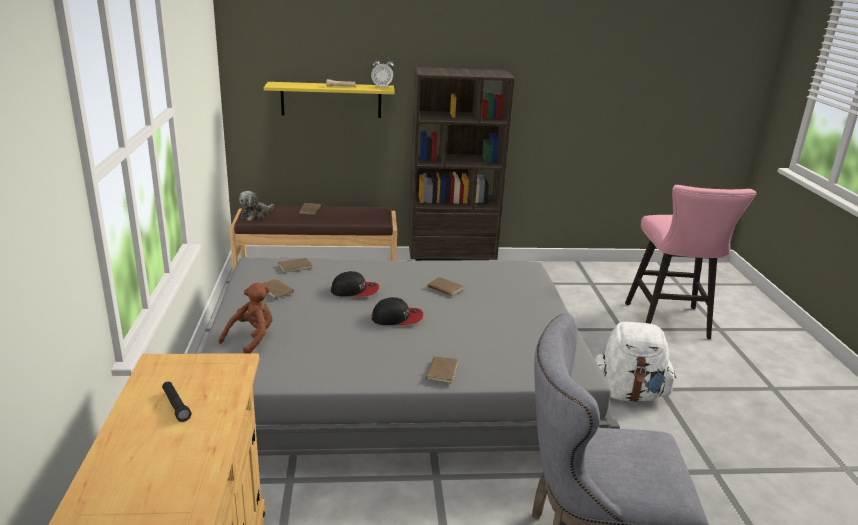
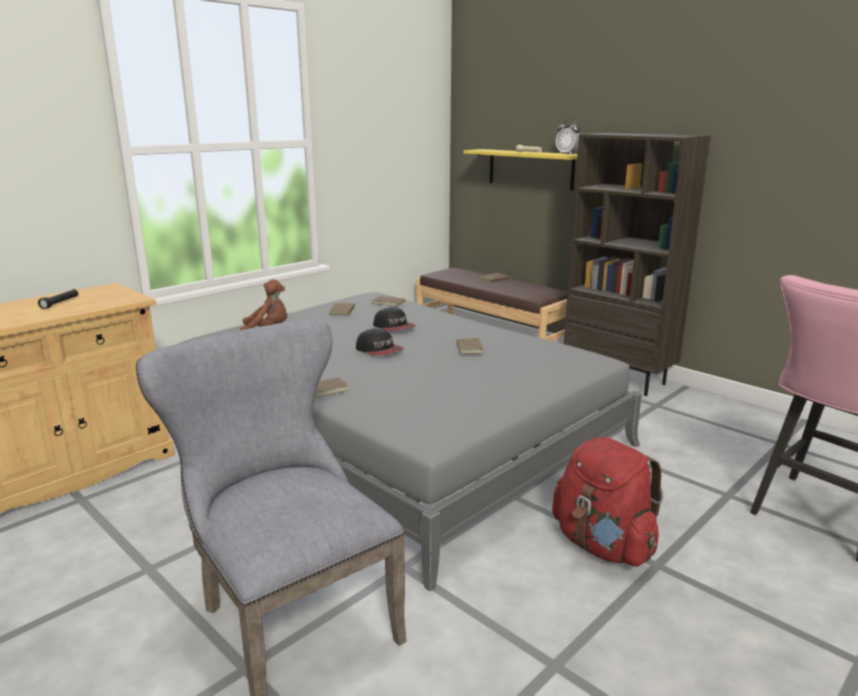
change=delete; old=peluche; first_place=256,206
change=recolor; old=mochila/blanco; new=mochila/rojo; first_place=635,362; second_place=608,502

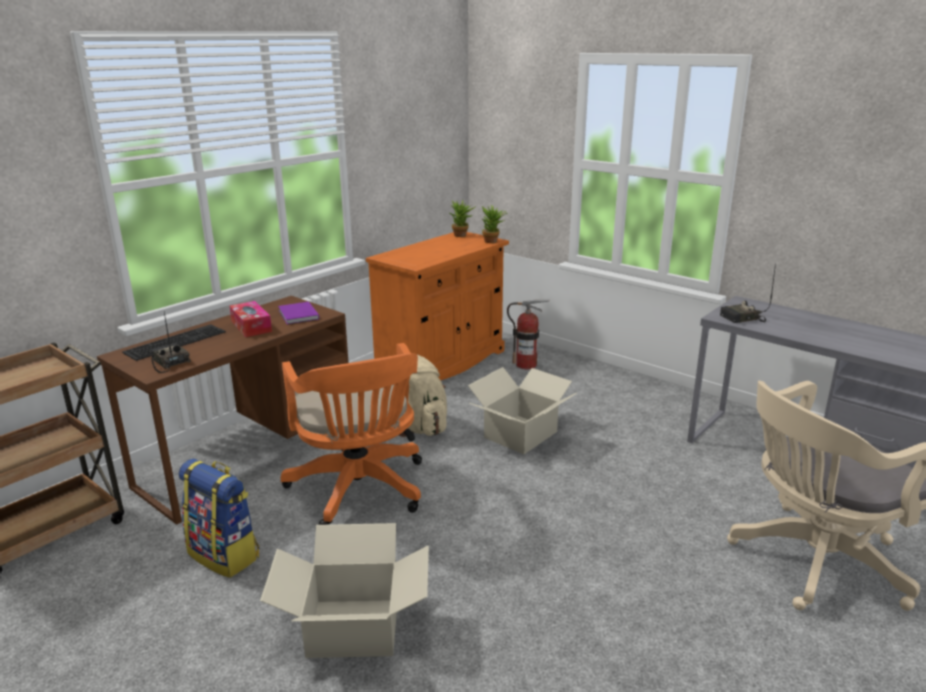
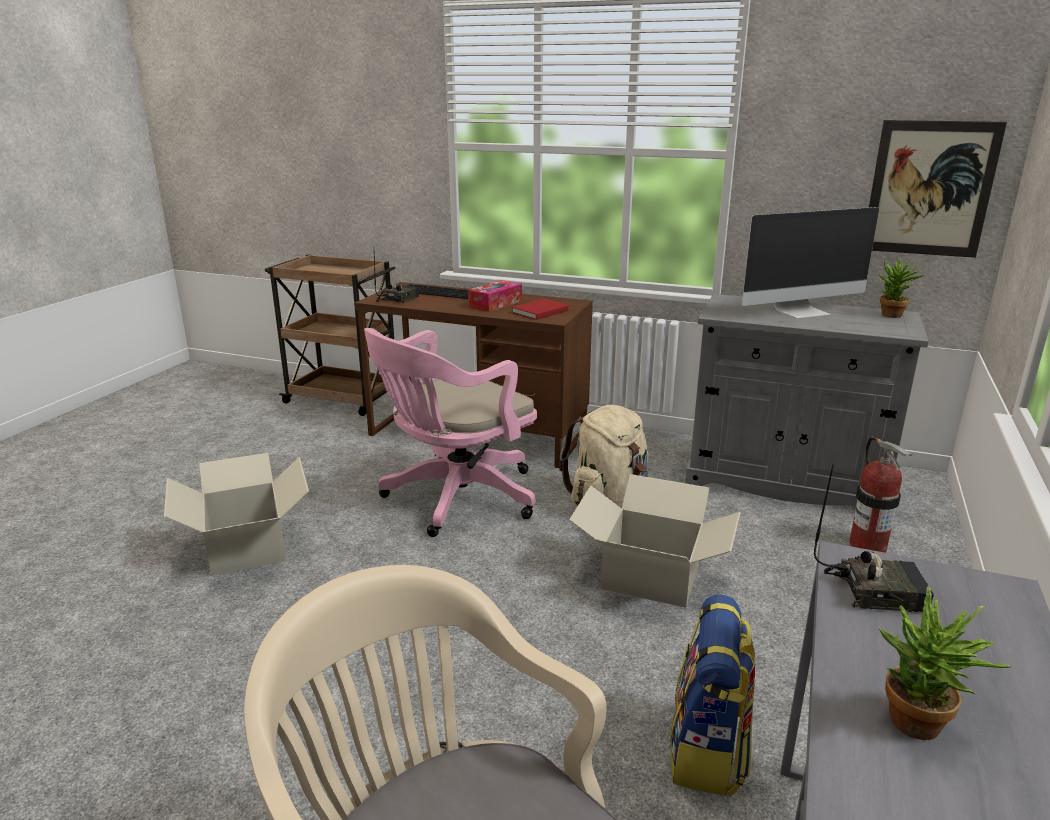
change=insert; new=monitor; second_place=810,263
change=insert; new=cuadro; second_place=938,189
change=move; old=mochila; first_place=219,518; second_place=712,695
change=move; old=planta en maceta; first_place=494,224; second_place=944,663
change=recolor; old=libro/morado; new=libro/rojo; first_place=298,313; second_place=540,309
change=recolor; old=silla de oficina/naranja; new=silla de oficina/rosa; first_place=351,434; second_place=450,432
change=recolor; old=armario/naranja; new=armario/gris; first_place=437,306; second_place=806,400
change=rotate; old=radio; first_place=748,293; second_place=874,538; degrees=135

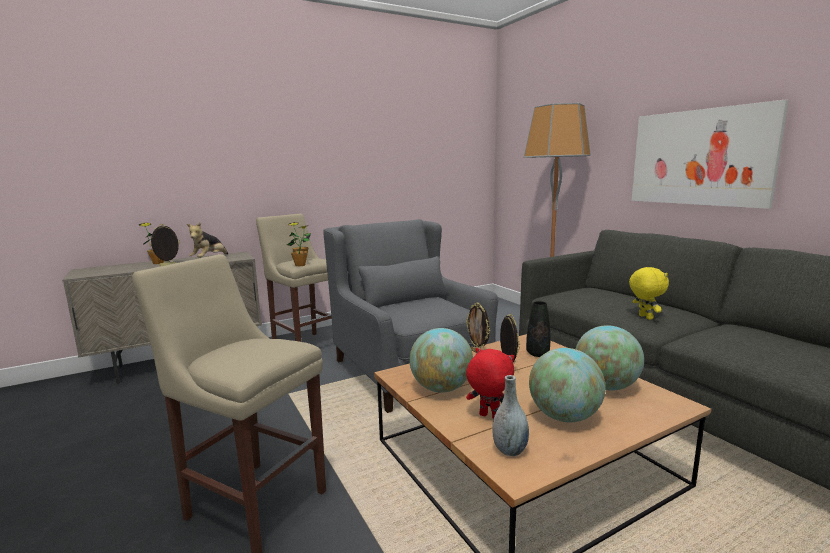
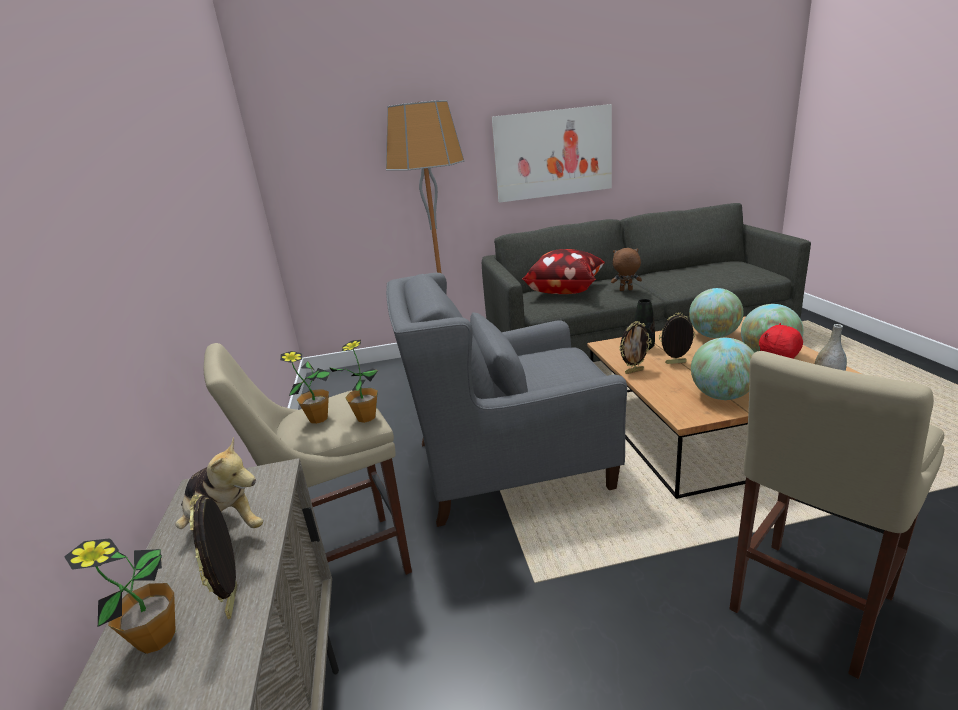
change=insert; new=cojín; second_place=563,271
change=recolor; old=peluche/amarillo; new=peluche/marrón; first_place=649,293; second_place=626,269

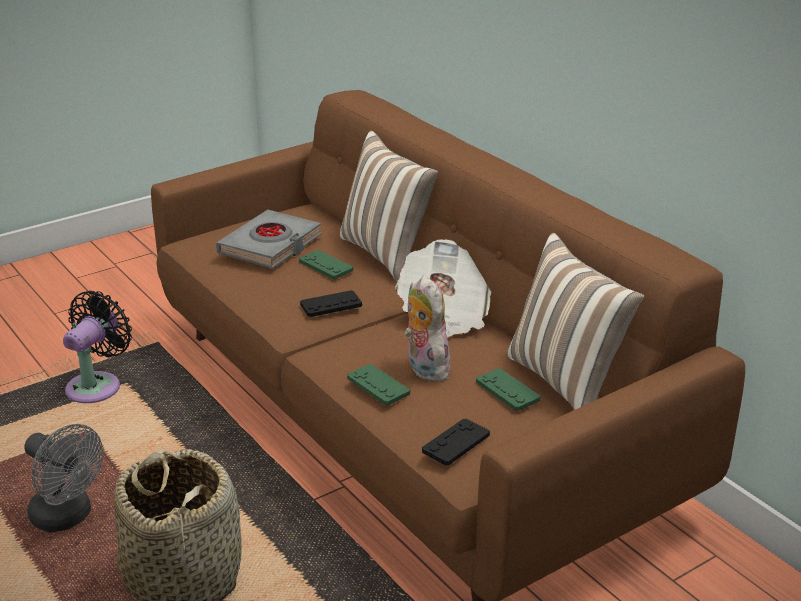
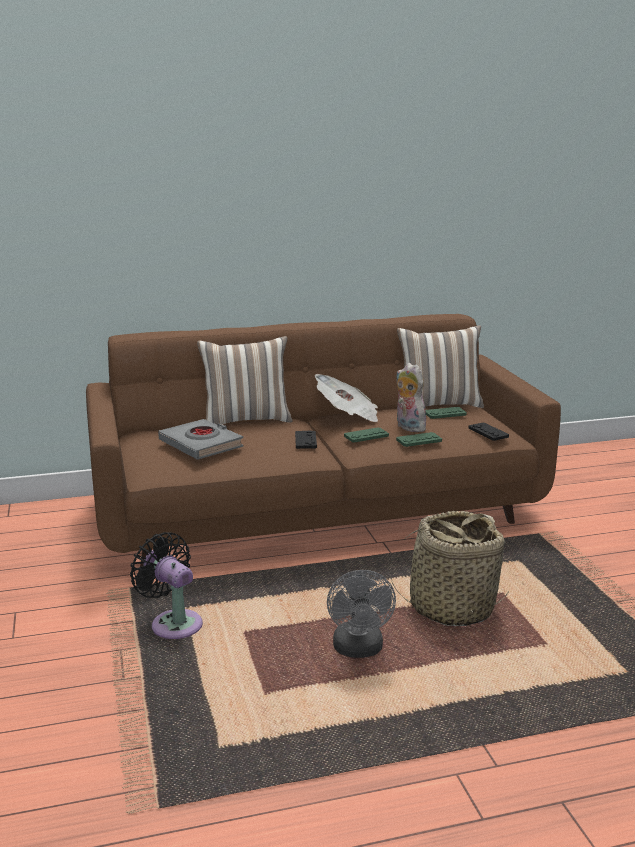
change=move; old=mando de consola/verde; first_place=326,264; second_place=366,434
change=rotate; old=ventilador/gris; first_place=63,478; second_place=361,614; degrees=120
change=rotate; old=peluche; first_place=427,328; second_place=411,397; degrees=60

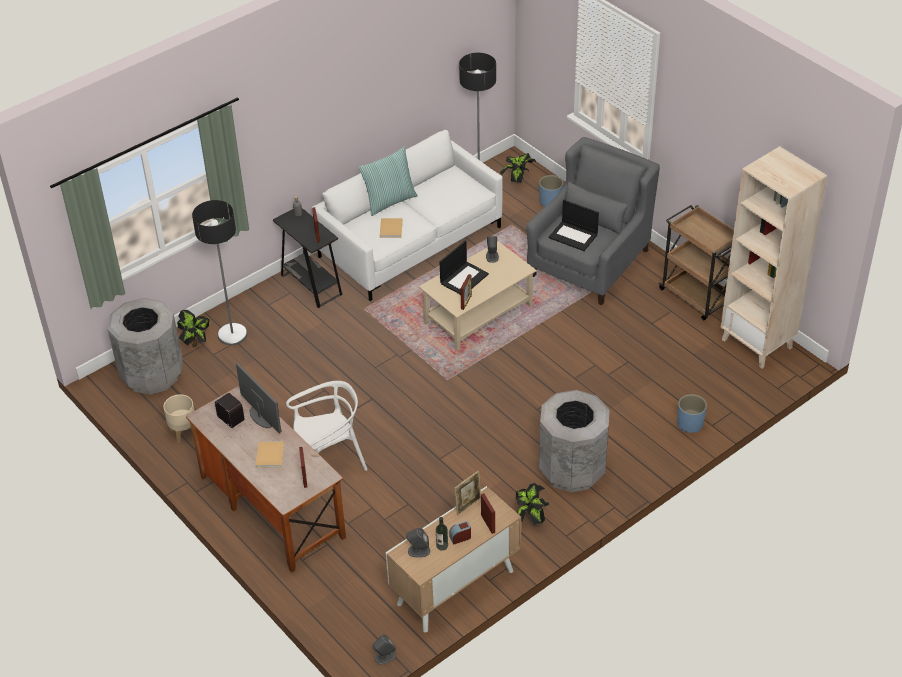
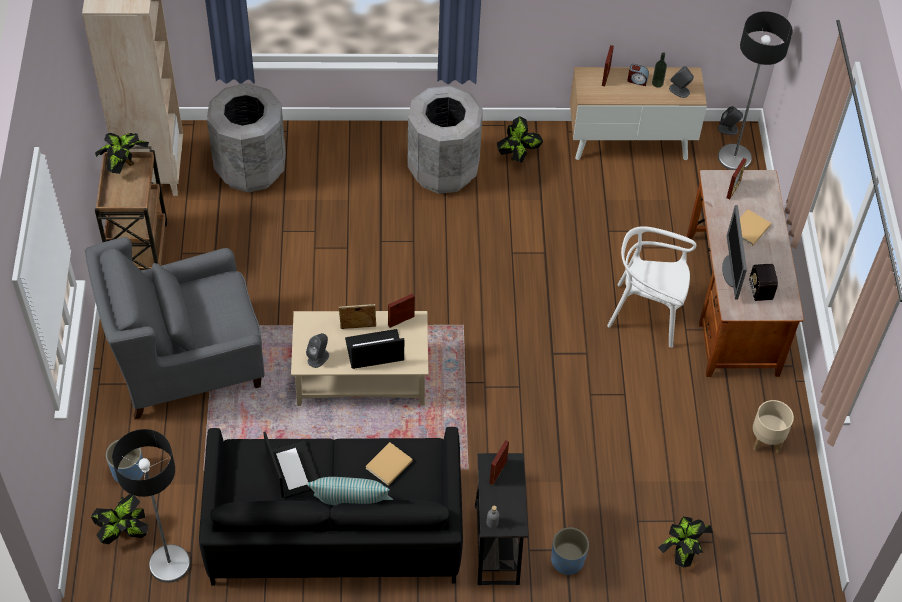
change=insert; new=planta en maceta; second_place=122,153
change=move; old=papelera/gris; first_place=145,346; second_place=246,138
change=move; old=lámpara de pie; first_place=219,272; second_place=755,90
change=move; old=portarretratos; first_place=467,493; second_place=357,316
change=move; old=portátil; first_place=574,225; second_place=291,465
change=move; old=maceta/azul; first_place=692,413; second_place=570,551
change=recolor; old=sofá/blanco; new=sofá/negro; first_place=407,215; second_place=331,506

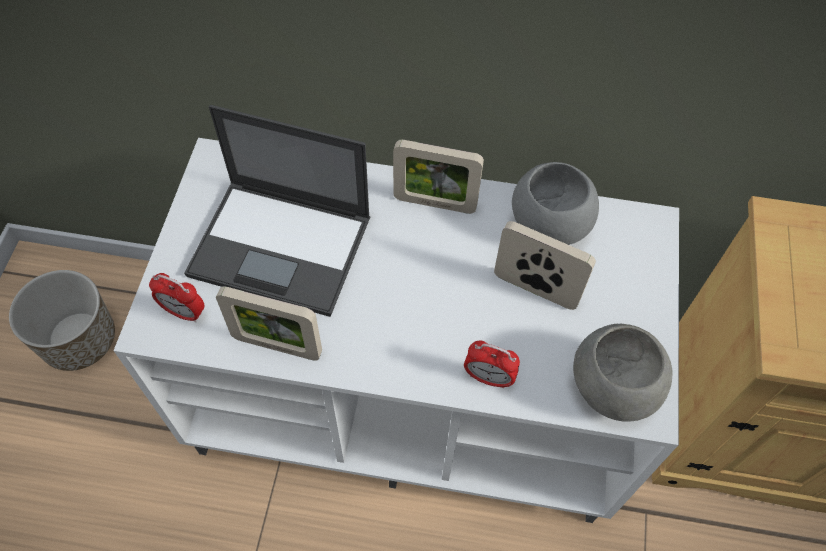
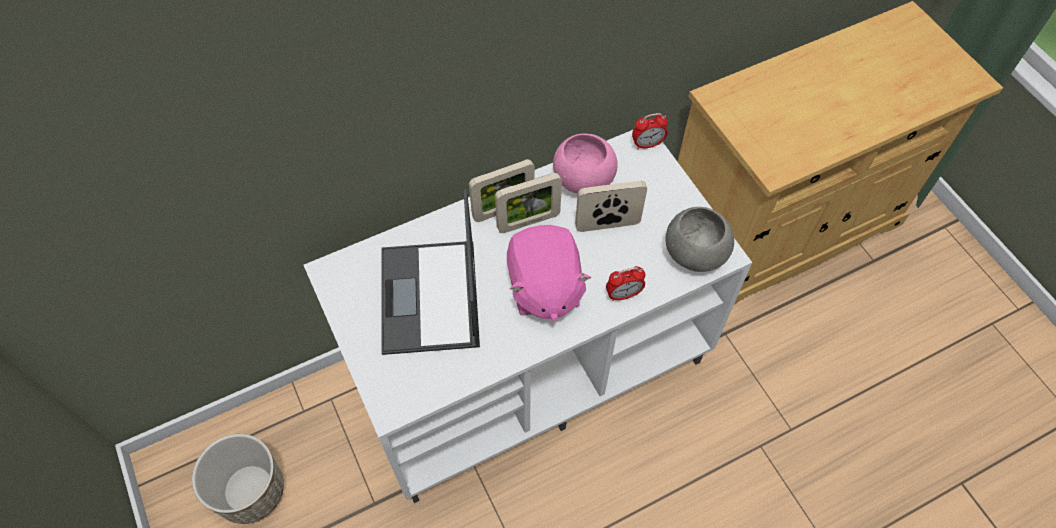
change=insert; new=peluche/rosa; second_place=549,273
change=move; old=despertador; first_place=176,297; second_place=650,131
change=move; old=portarretratos; first_place=269,323; second_place=528,203
change=recolor; old=cuenco/gris; new=cuenco/rosa; first_place=555,203; second_place=585,164
change=rotate; old=portátil; first_place=277,211; second_place=430,272; degrees=105

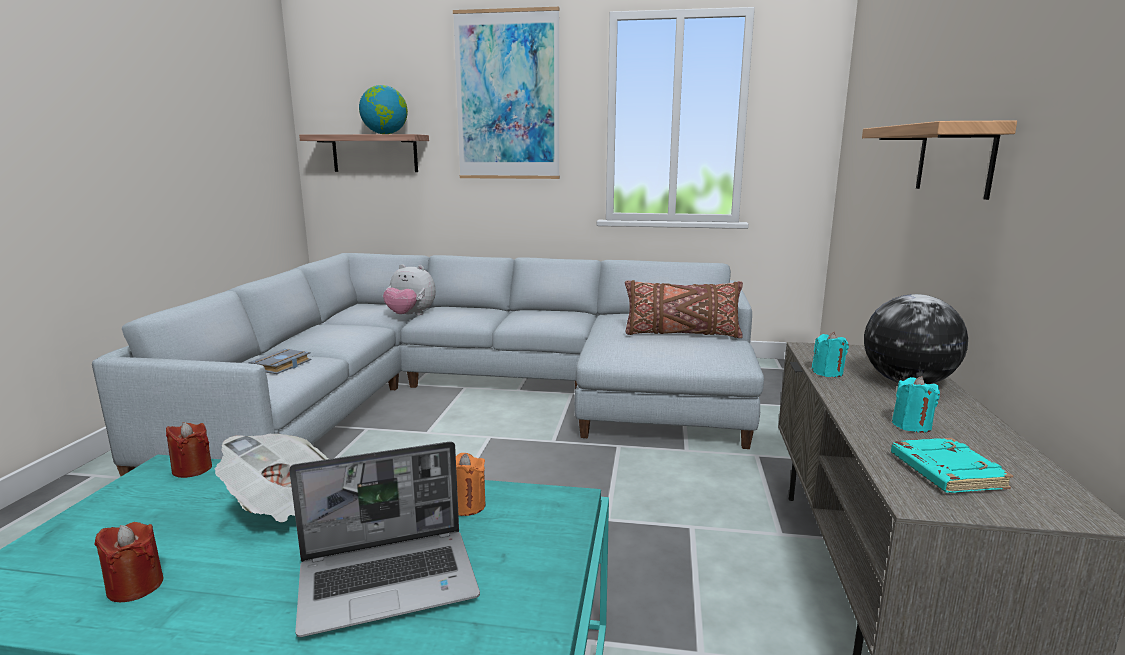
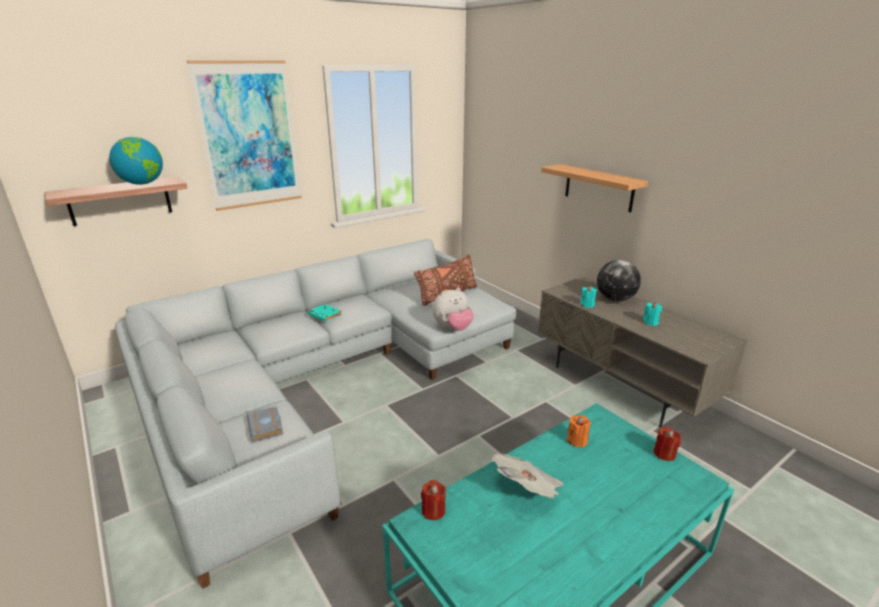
change=delete; old=portátil; first_place=384,539
change=move; old=vela/rojo; first_place=128,562; second_place=667,444
change=move; old=peluche; first_place=409,289; second_place=453,309
change=move; old=libro/turquesa; first_place=952,465; second_place=325,313

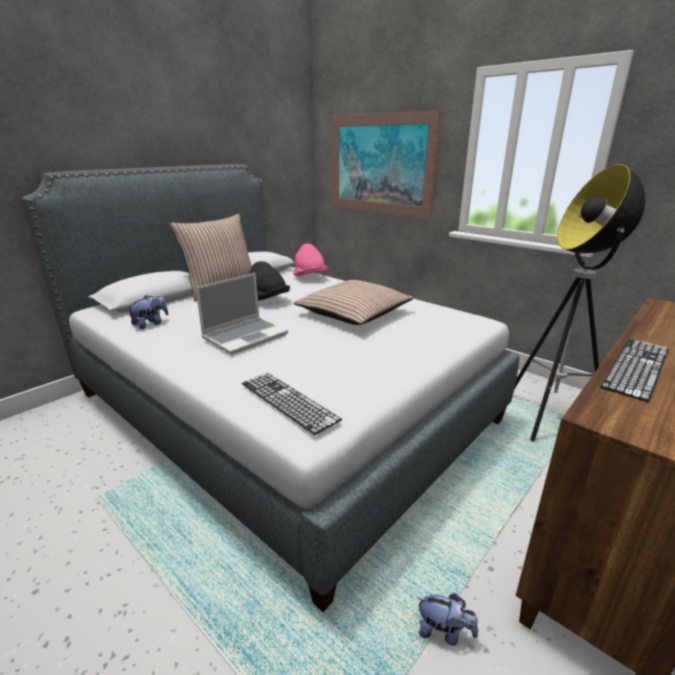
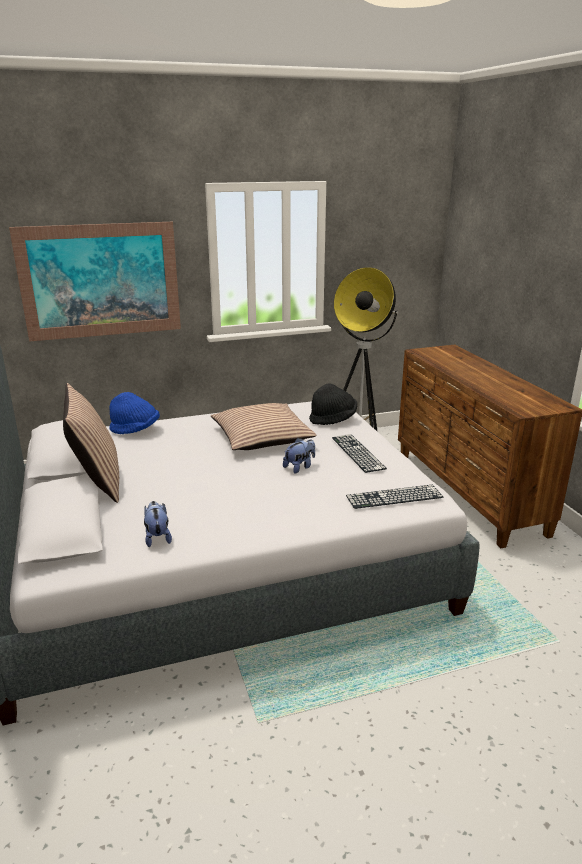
change=delete; old=portátil; first_place=241,314
change=move; old=sombrero/negro; first_place=269,281; second_place=333,404
change=move; old=peluche; first_place=447,619; second_place=299,456
change=move; old=teclado; first_place=634,370; second_place=359,453
change=recolor; old=sombrero/rosa; new=sombrero/azul; first_place=310,259; second_place=134,413

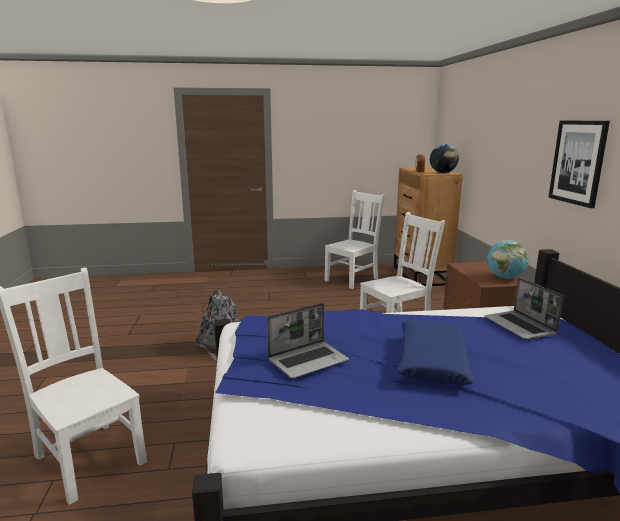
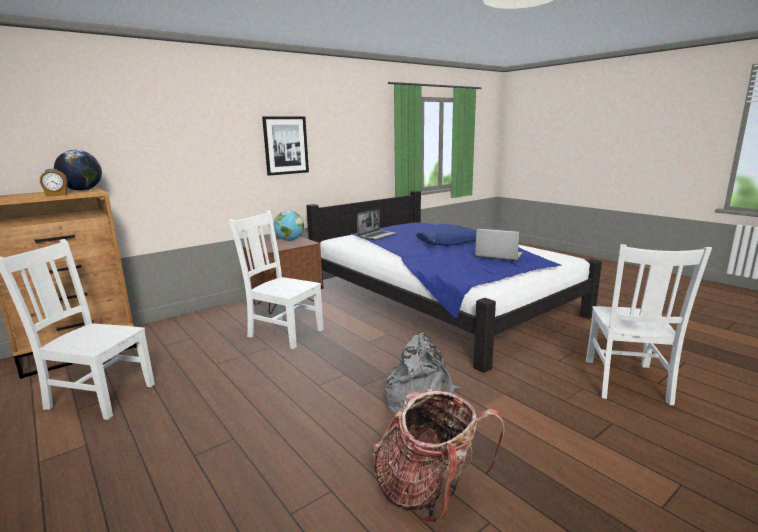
change=insert; new=mochila; second_place=438,457

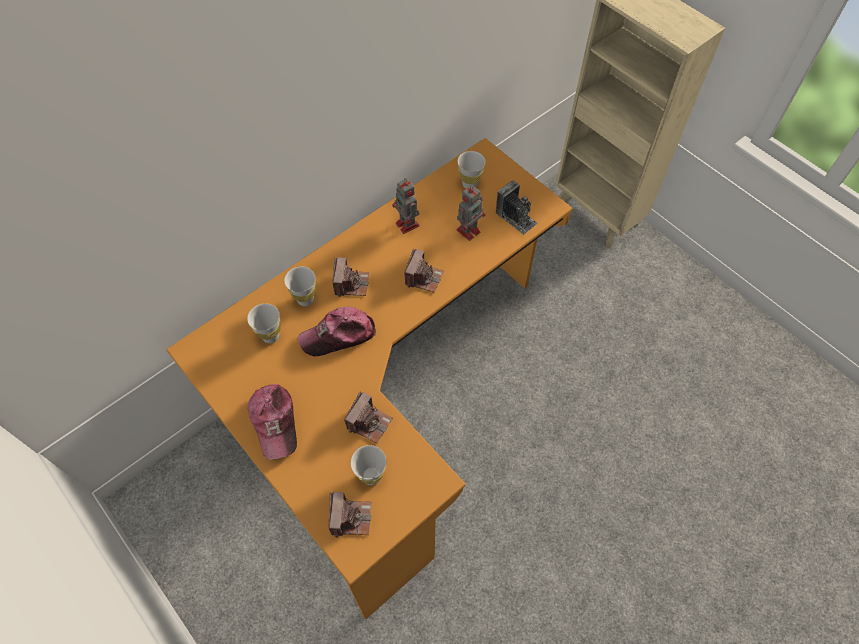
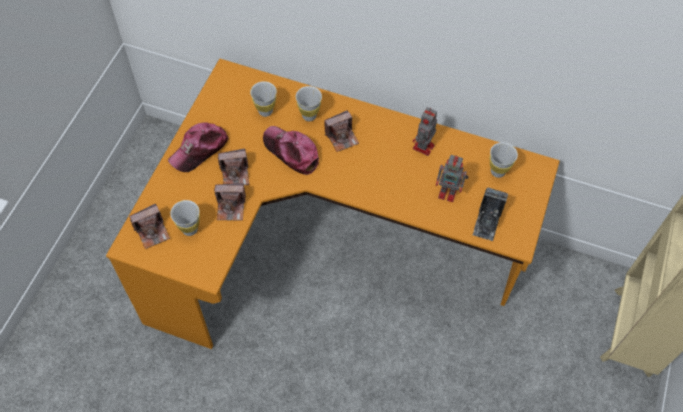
change=move; old=cámara; first_place=424,270; second_place=233,167

